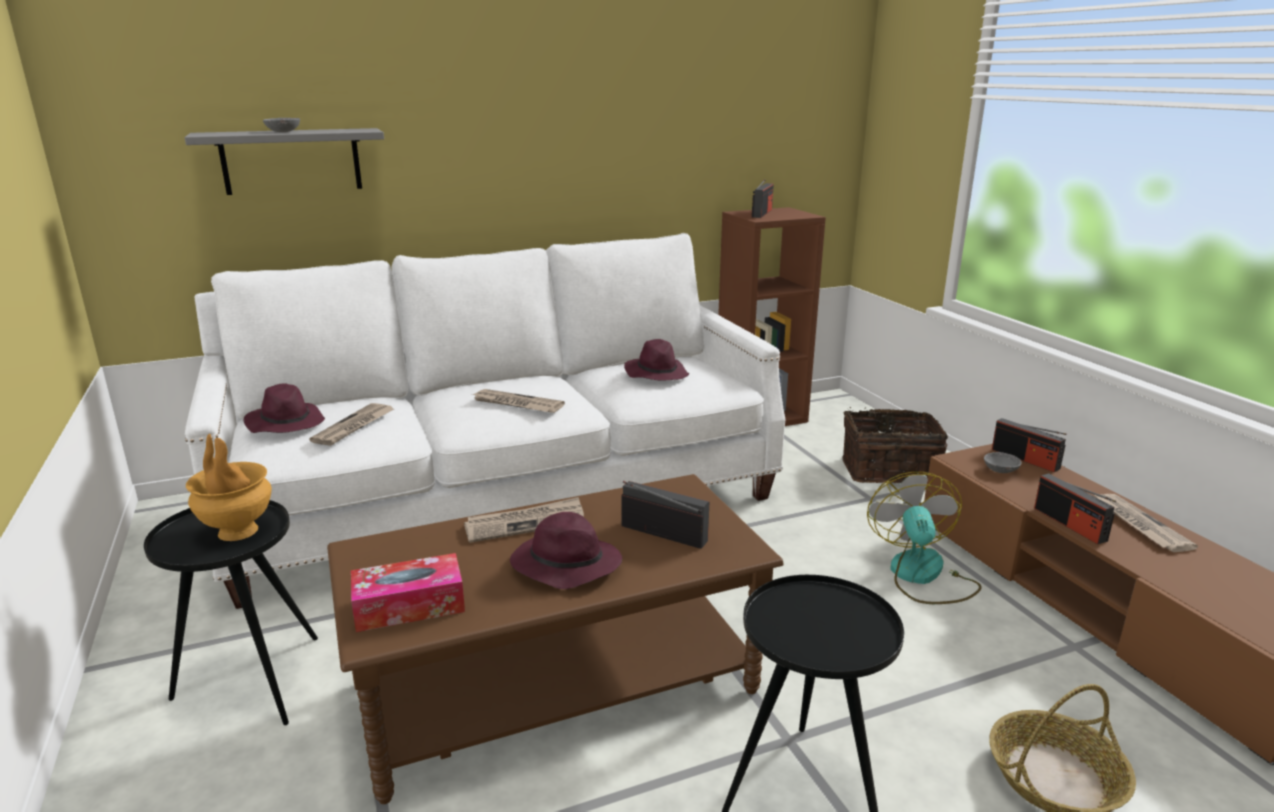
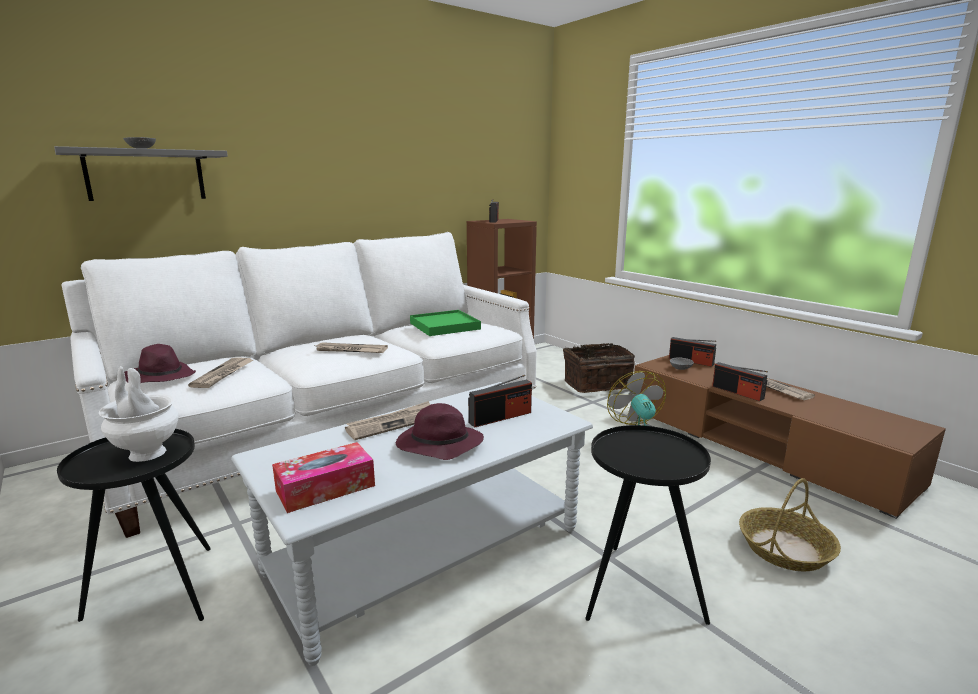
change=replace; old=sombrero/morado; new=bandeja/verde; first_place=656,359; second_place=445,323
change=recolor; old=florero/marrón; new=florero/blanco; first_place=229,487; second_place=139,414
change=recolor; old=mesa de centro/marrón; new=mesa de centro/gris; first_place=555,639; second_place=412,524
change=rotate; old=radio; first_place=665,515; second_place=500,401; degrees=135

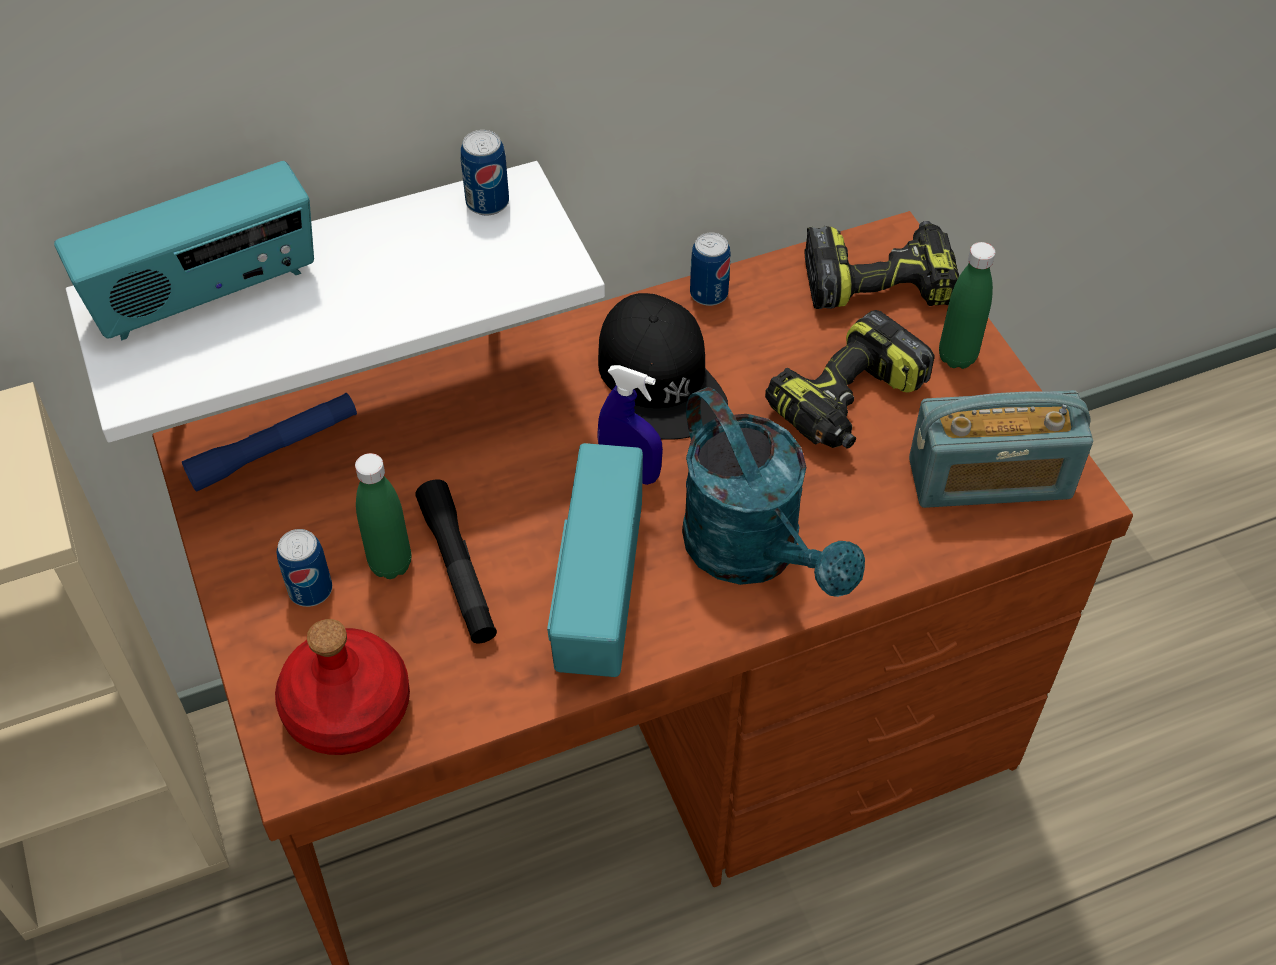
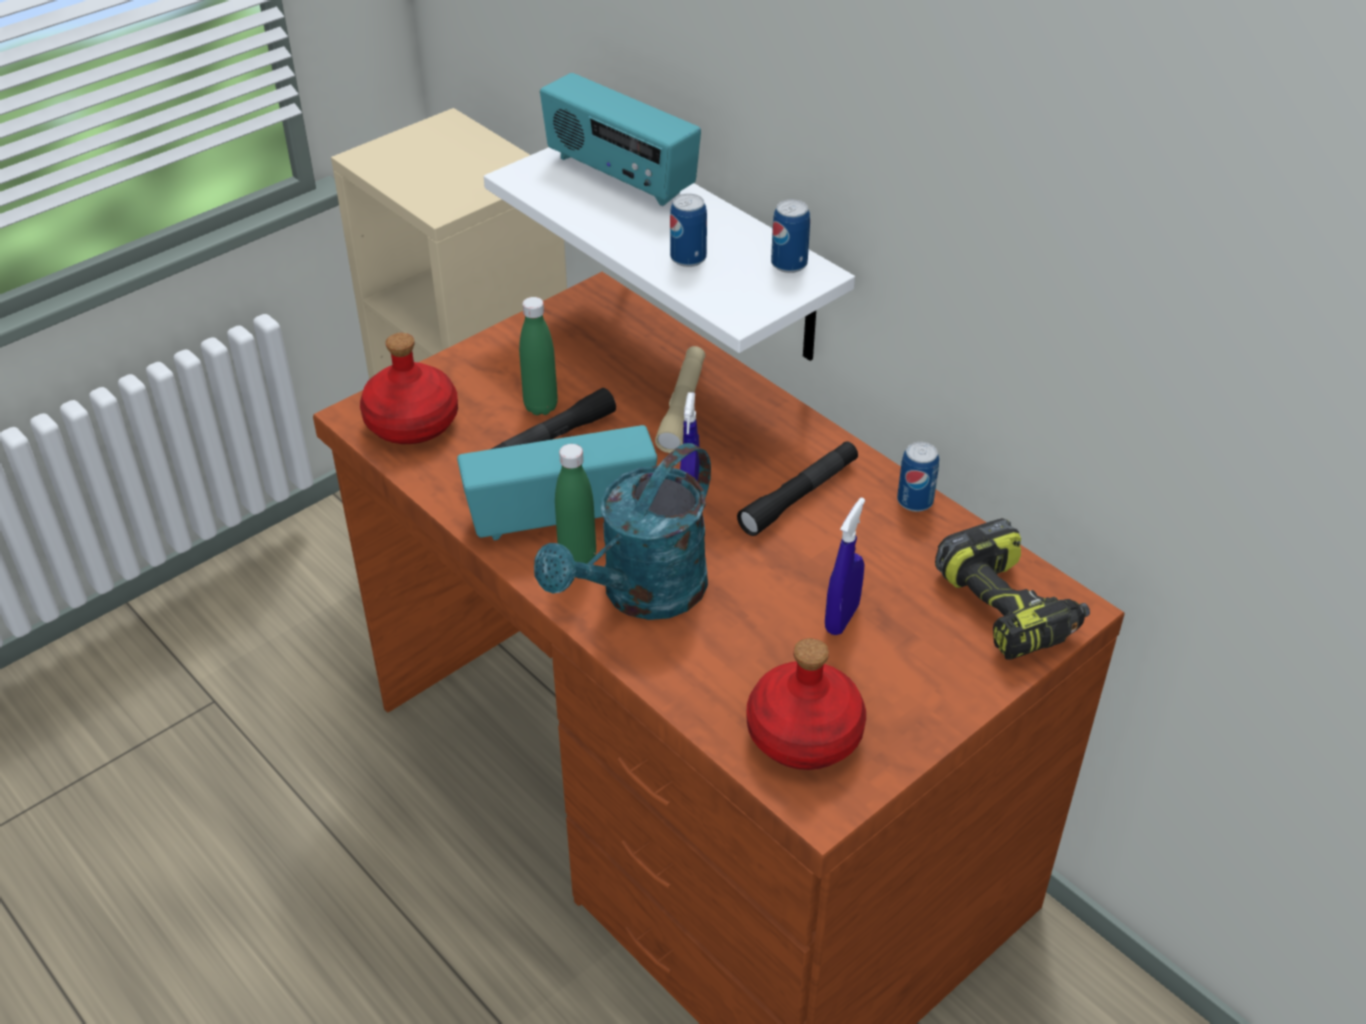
change=delete; old=linterna/azul; first_place=269,442
change=insert; new=linterna/beis; second_place=680,399
change=move; old=lata; first_place=304,568; second_place=688,230
change=move; old=botella/verde; first_place=967,305; second_place=575,504
change=replace; old=gorra/negro; new=linterna/negro; first_place=663,366; second_place=797,488
change=replace; old=taladro; new=pulverizador/azul; first_place=850,379; second_place=845,566
change=replace; old=radio; new=botella/rojo; first_place=1001,449; second_place=806,704

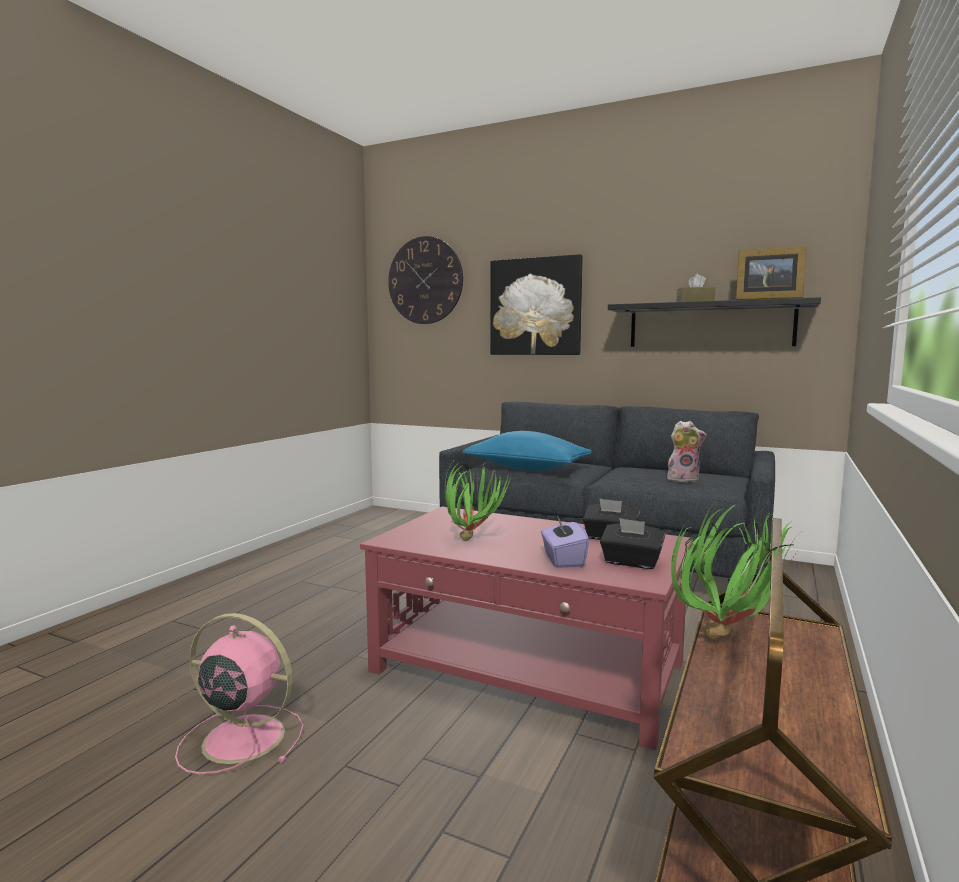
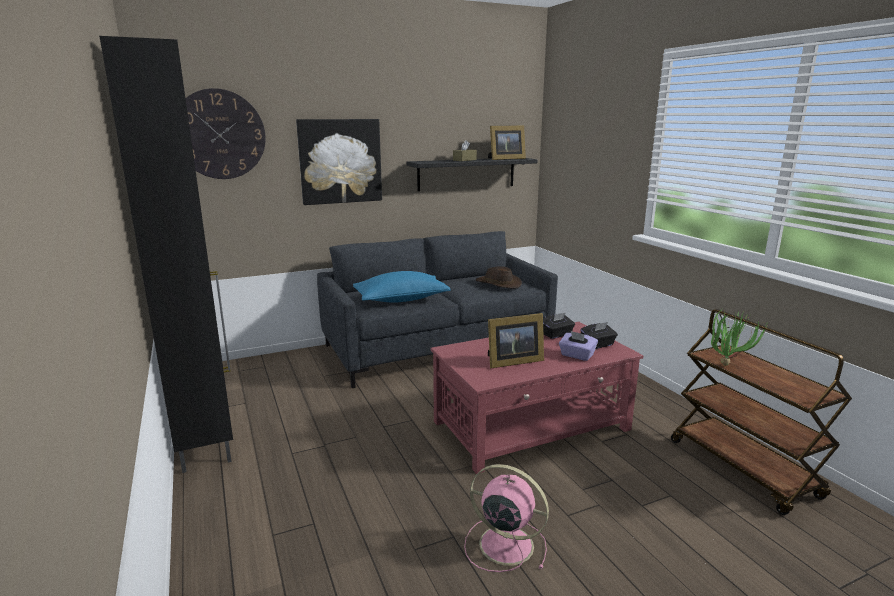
change=insert; new=armario/negro; second_place=166,254
change=replace; old=planta en maceta; new=portarretratos; first_place=478,499; second_place=516,340
change=replace; old=peluche; new=sombrero/marrón; first_place=687,451; second_place=499,277
change=rotate; old=ventilador/rosa; first_place=239,693; second_place=506,518; degrees=60

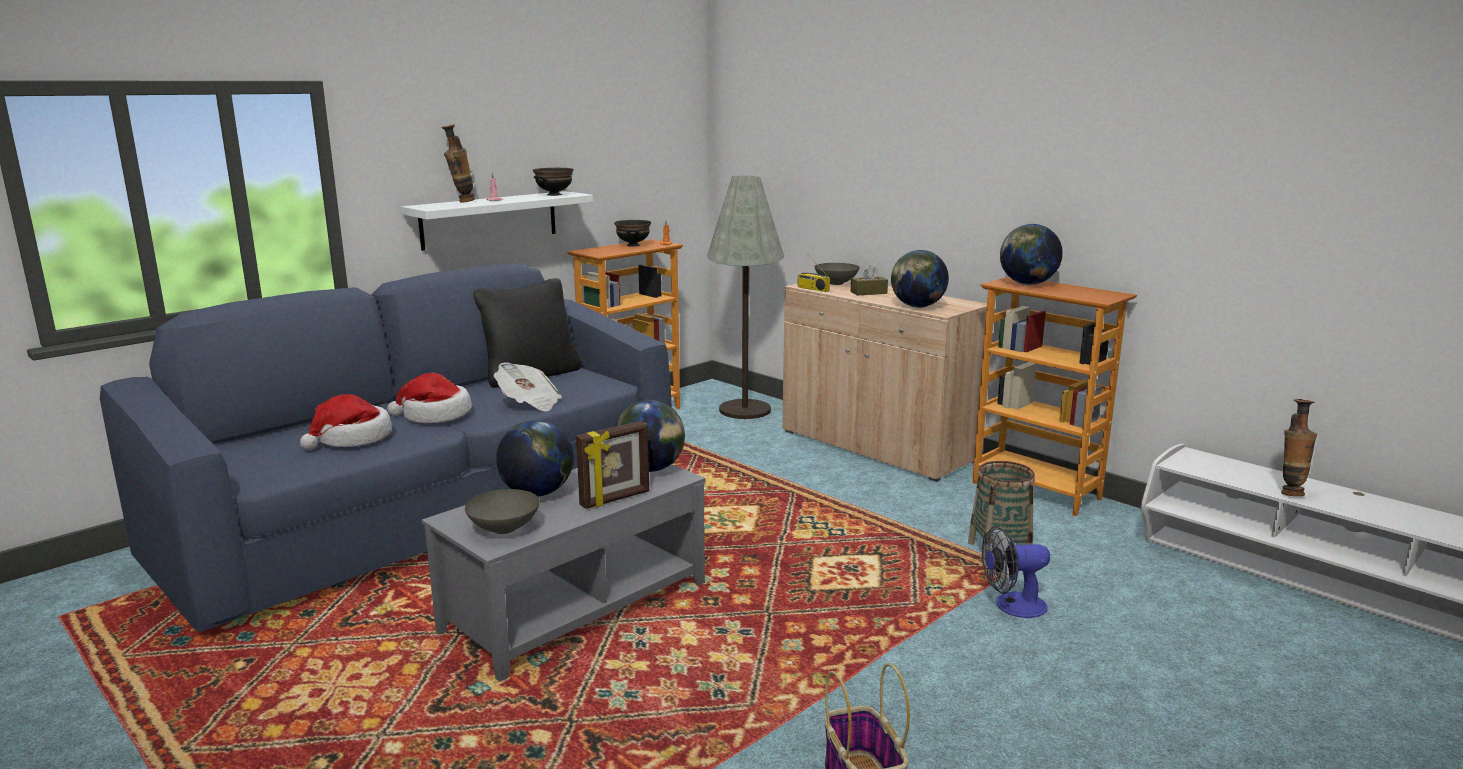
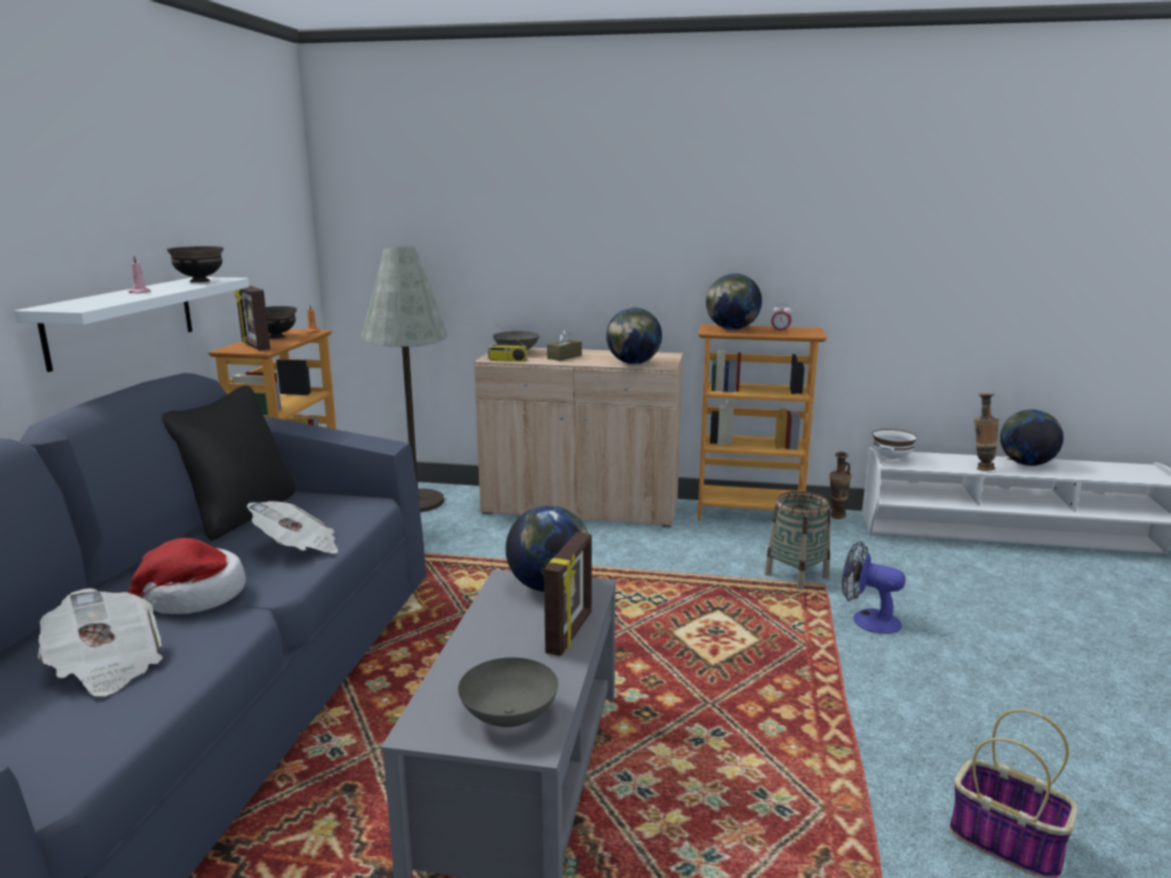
change=insert; new=portarretratos; second_place=252,318
change=insert; new=despertador; second_place=781,318
change=insert; new=cuenco/blanco; second_place=894,446
change=move; old=florero; first_place=458,164; second_place=840,485
change=move; old=globo terráqueo; first_place=535,458; second_place=1032,438
change=replace; old=sombrero; new=periódico; first_place=346,422; second_place=100,642
change=rotate; old=ventilador; first_place=1016,572; second_place=874,587; degrees=75

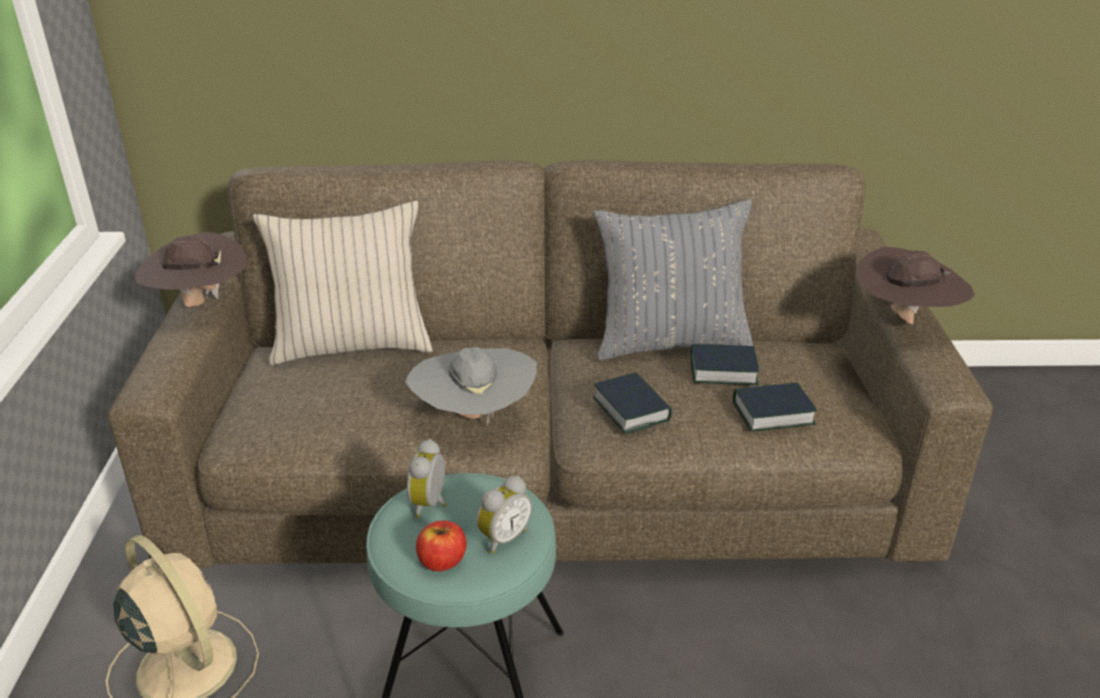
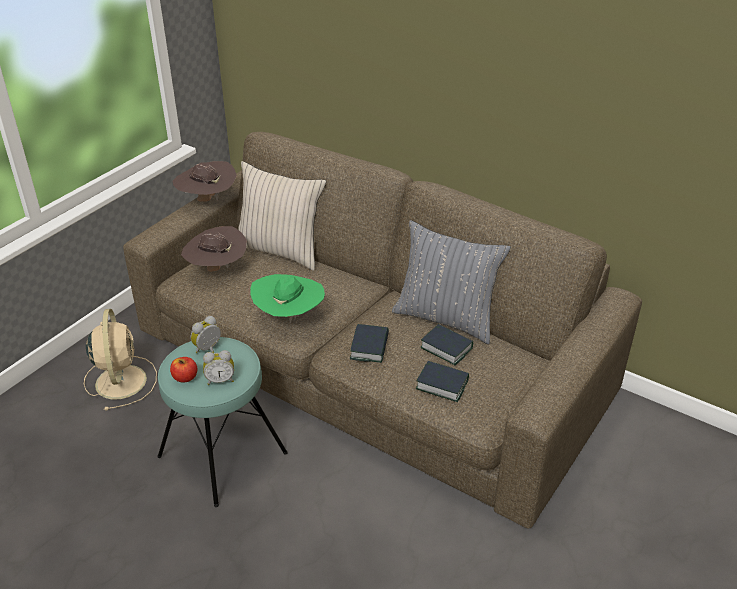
change=move; old=sombrero/marrón; first_place=916,285; second_place=214,249
change=recolor; old=sombrero/gris; new=sombrero/verde; first_place=471,386; second_place=287,299

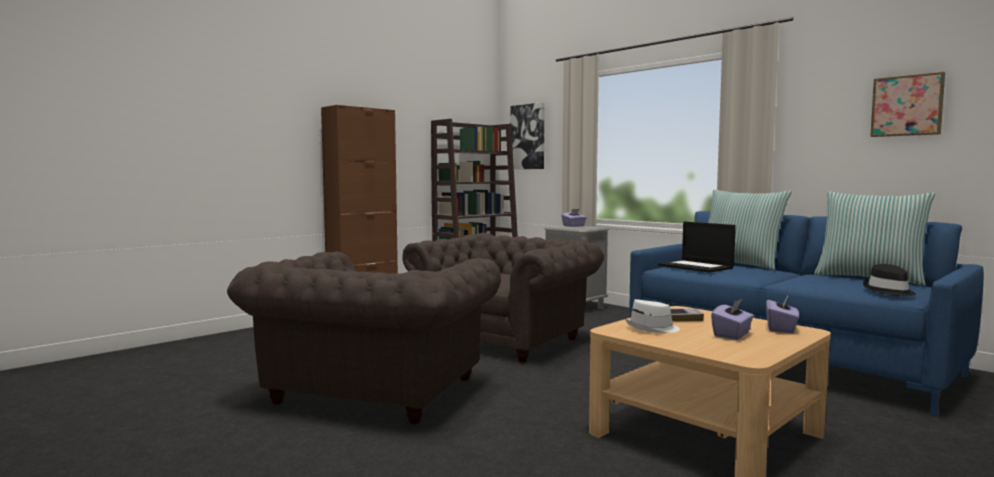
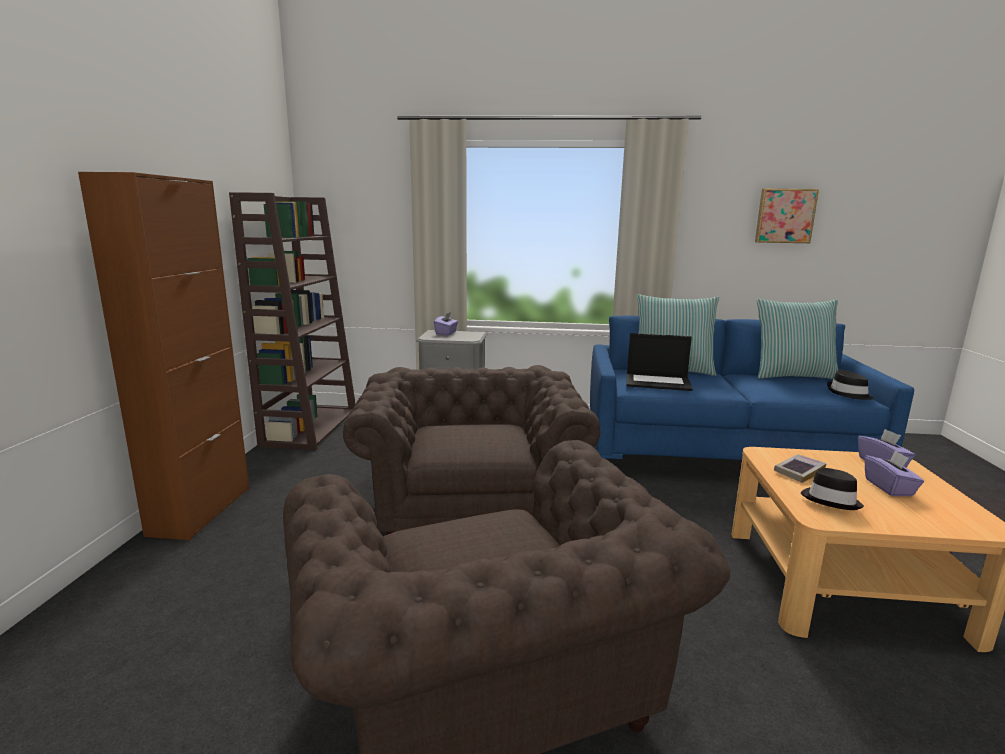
change=delete; old=cuadro; first_place=527,135
change=recolor; old=sombrero/blanco; new=sombrero/negro; first_place=652,316; second_place=832,489

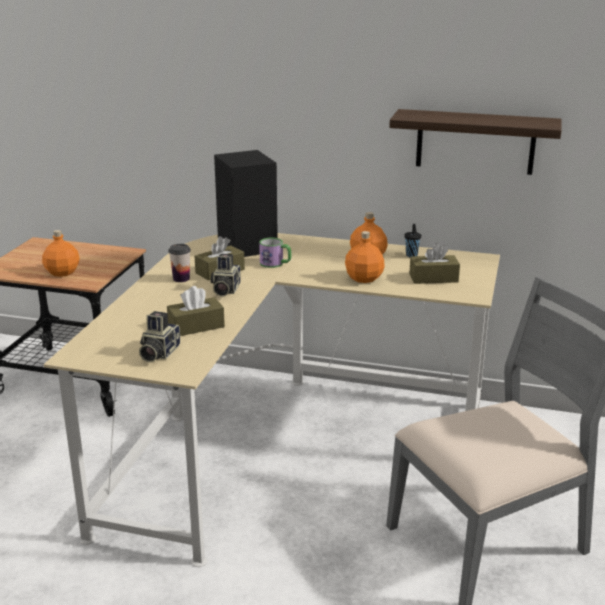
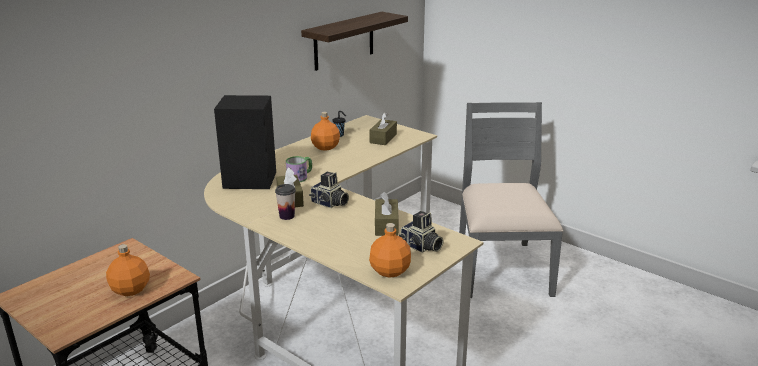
change=move; old=botella/naranja; first_place=365,257; second_place=390,250

